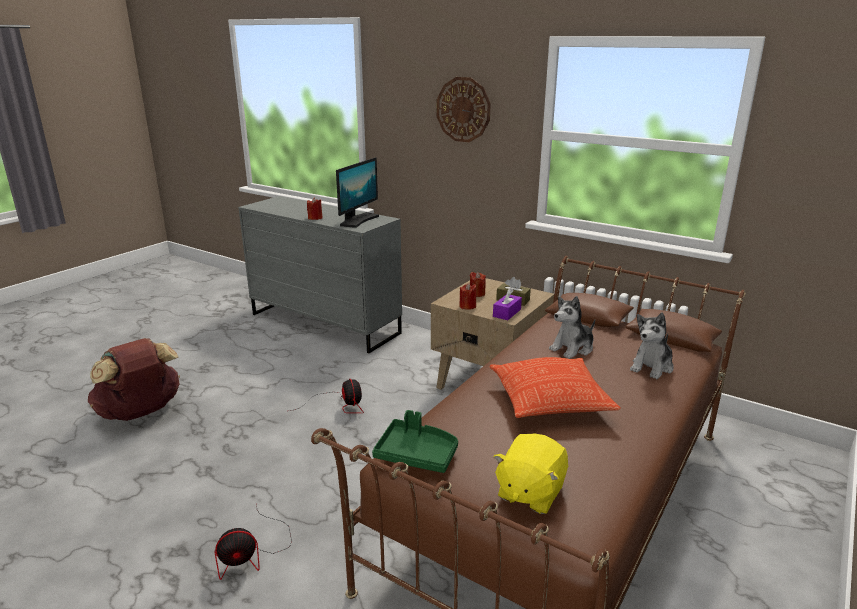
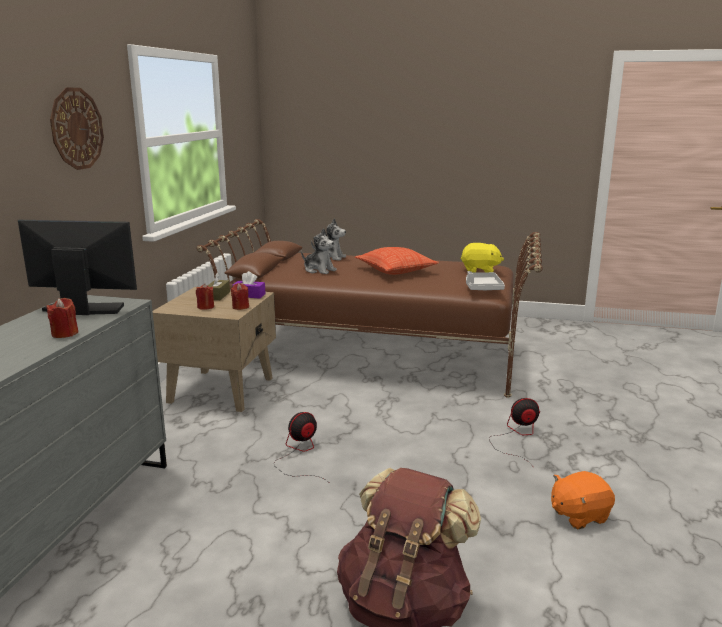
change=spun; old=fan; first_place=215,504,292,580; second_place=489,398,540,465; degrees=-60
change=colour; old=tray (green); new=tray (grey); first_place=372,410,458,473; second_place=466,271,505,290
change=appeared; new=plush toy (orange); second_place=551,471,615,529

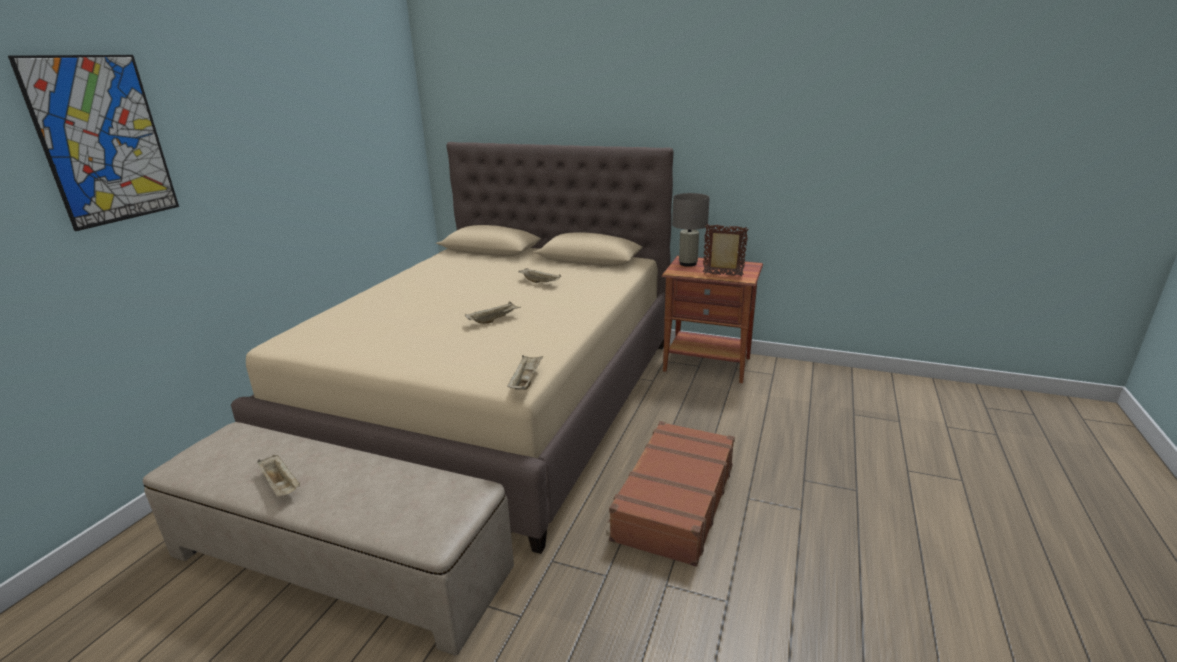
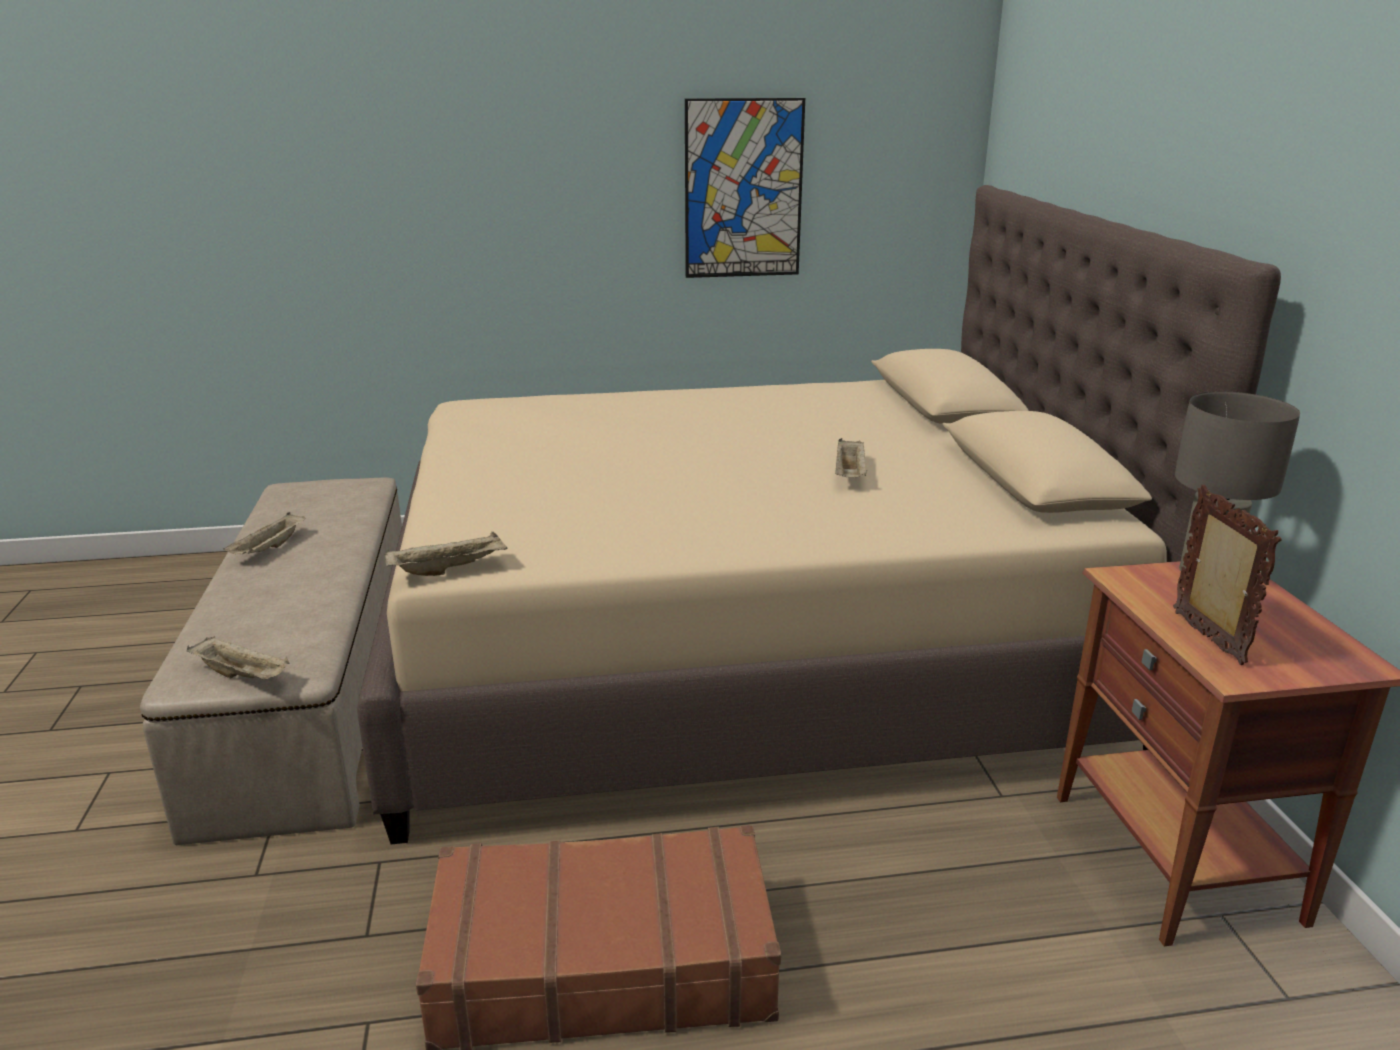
change=relocated; old=picture; first_place=8,55,179,231; second_place=685,98,805,278
change=relocated; old=tray (beige); first_place=465,301,520,324; second_place=187,636,289,680

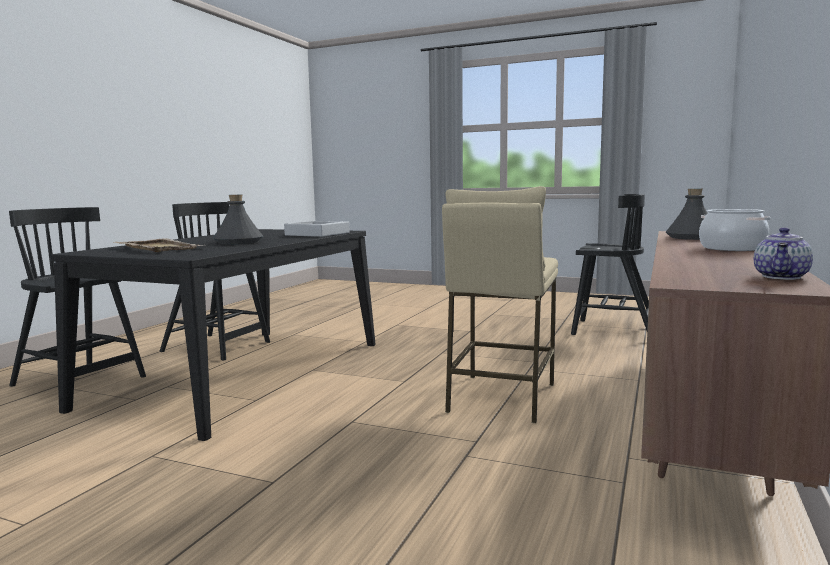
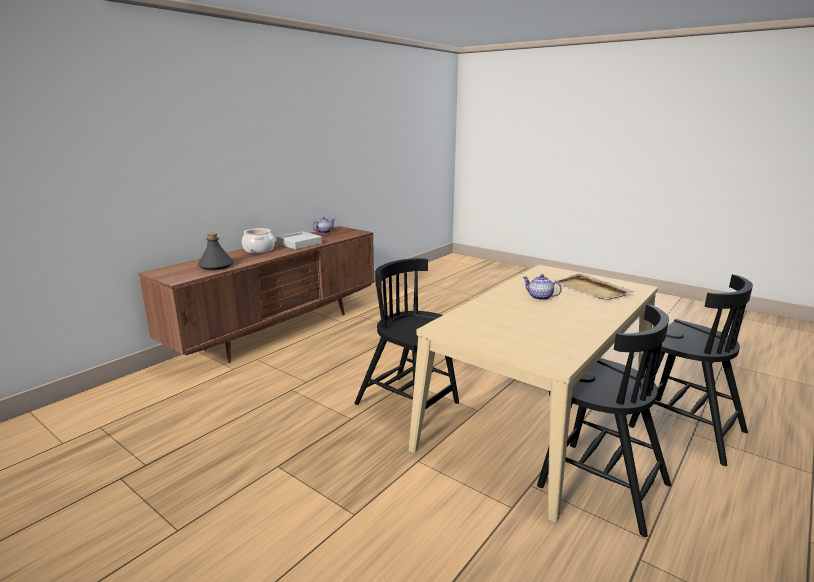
change=colour; old=dining table (black); new=dining table (beige); first_place=50,229,376,441; second_place=408,265,658,522
change=exchanged; old=bottle (grey); new=teapot; first_place=213,195,263,244; second_place=523,274,562,300
change=relocated; old=tray (grey); first_place=284,221,350,237; second_place=277,231,322,250
change=missing; old=stool (beige); first_place=442,186,558,423
change=relocated; old=chair (black); first_place=571,194,649,335; second_place=354,258,459,409

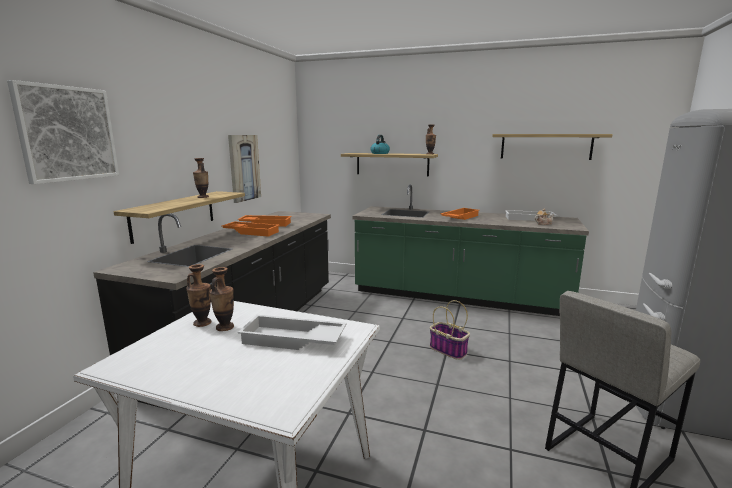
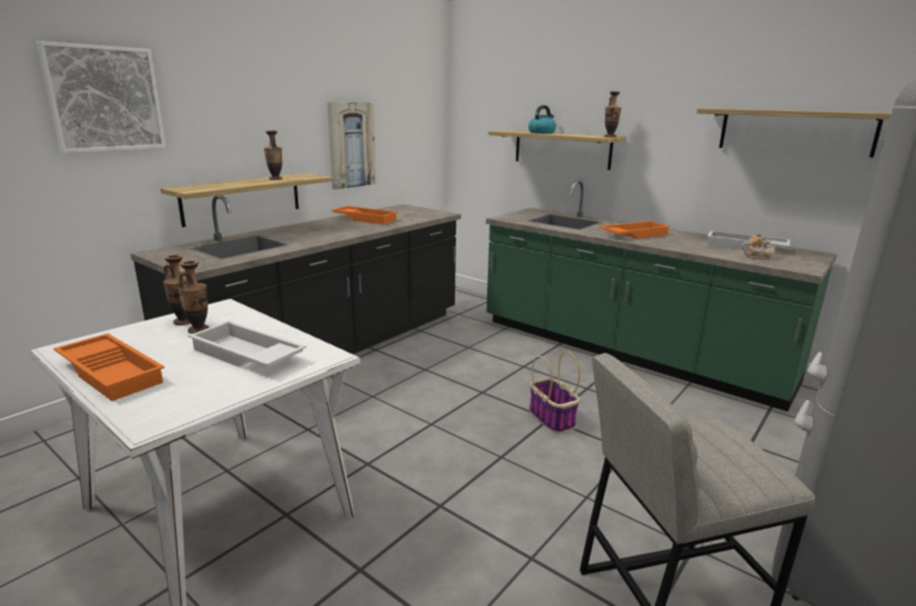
change=relocated; old=tray (orange); first_place=222,221,280,237; second_place=53,333,165,401

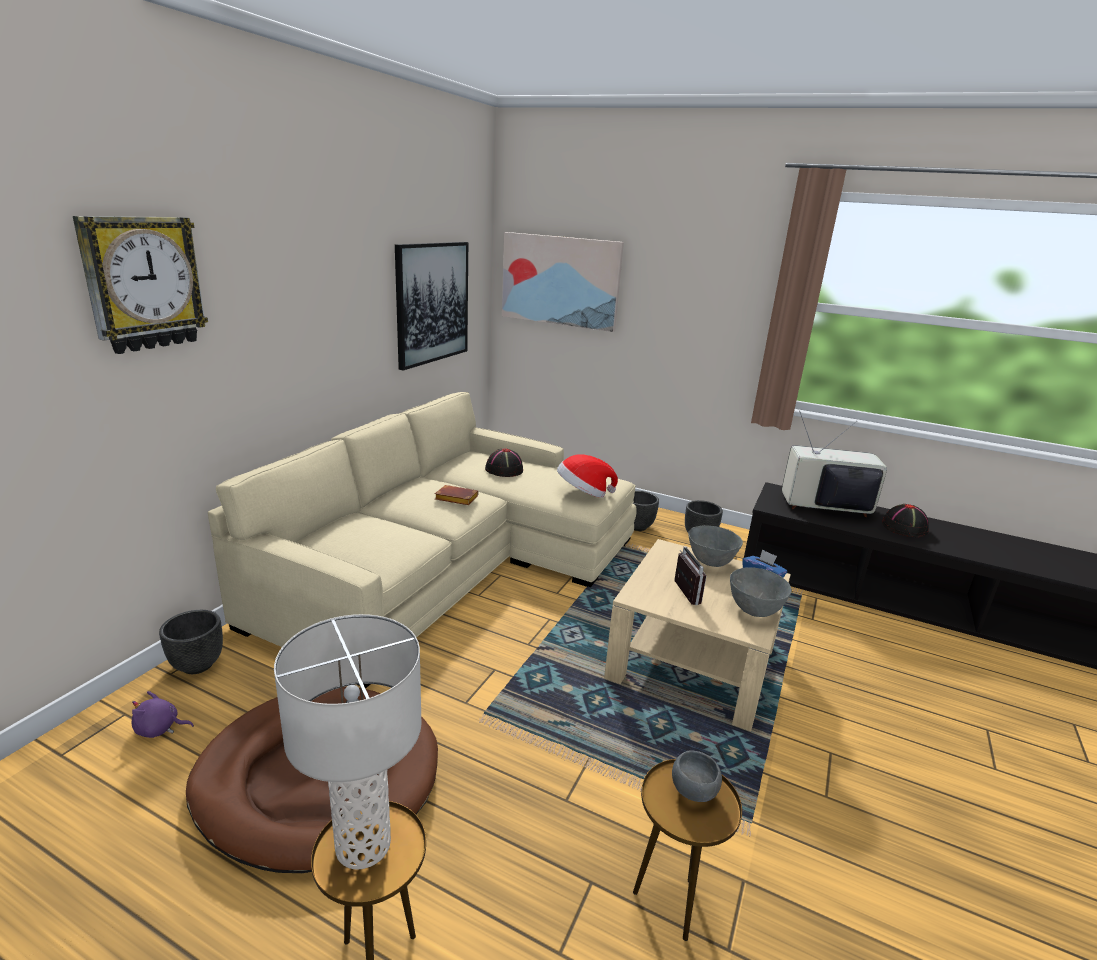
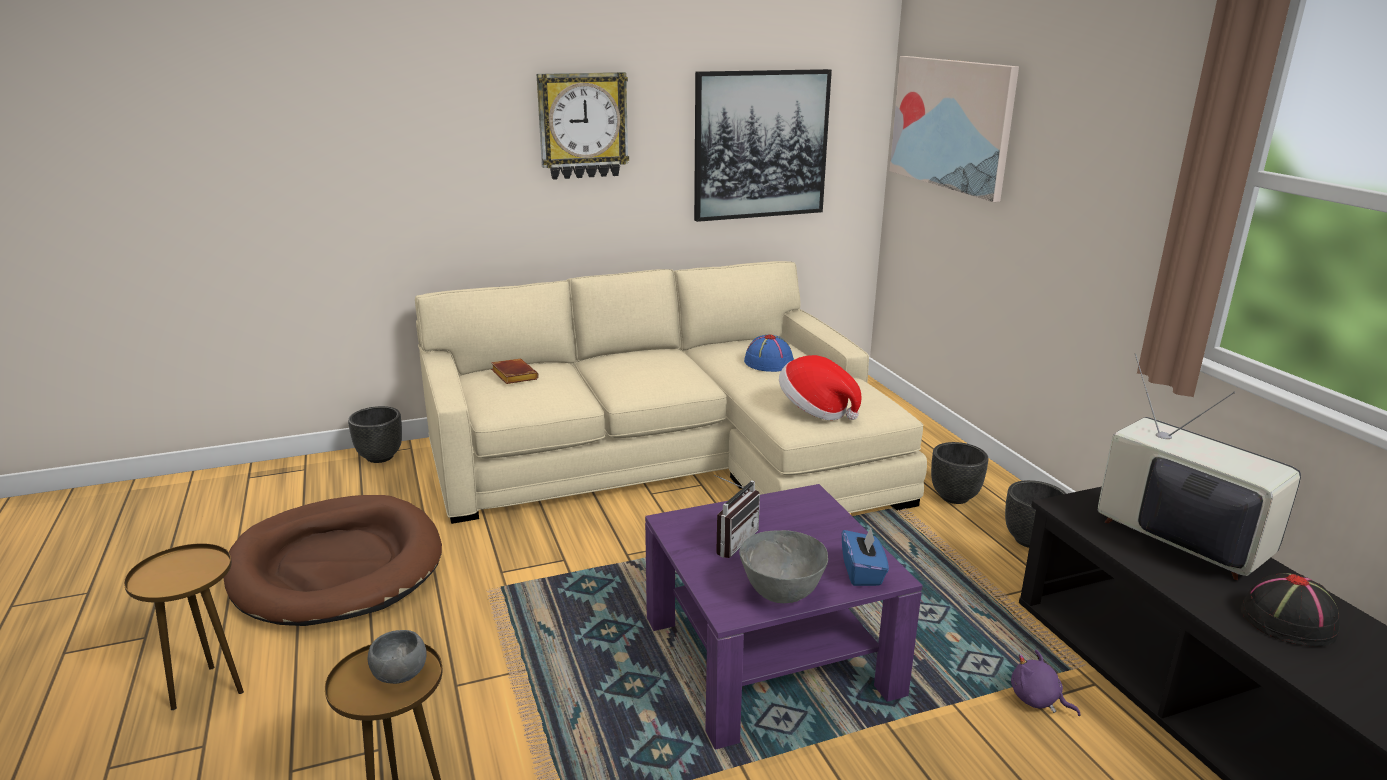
change=relocated; old=wall clock; first_place=73,216,208,354; second_place=537,72,629,180
change=relocated; old=plush toy (purple); first_place=132,691,194,738; second_place=1011,650,1081,716
change=missing; old=table lamp (white); first_place=274,614,421,869
change=relocated; old=book (brown); first_place=435,485,479,505; second_place=491,359,539,384
change=colour; old=hat (black); new=hat (blue); first_place=485,448,523,477; second_place=744,334,794,372
change=colour; old=coffee table (beige); new=coffee table (purple); first_place=604,539,791,731; second_place=645,484,922,750
change=missing; old=bowl (grey); first_place=688,525,743,567

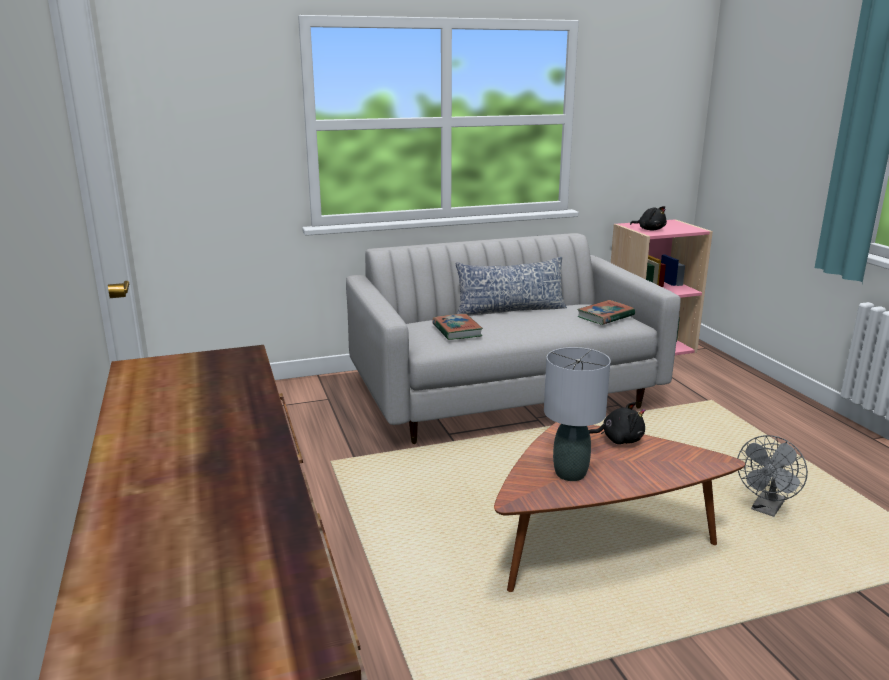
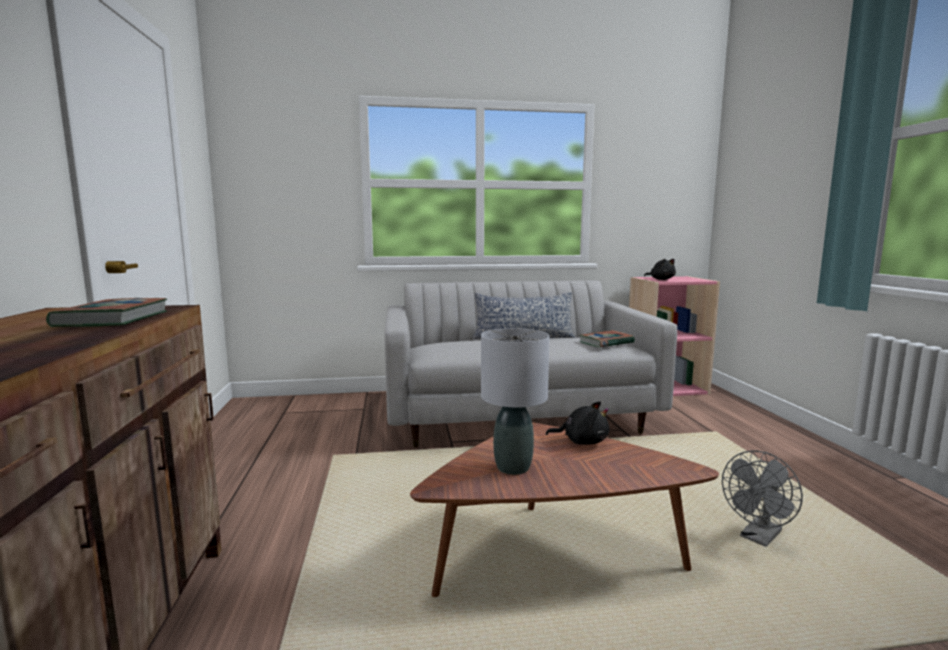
change=relocated; old=book; first_place=432,314,483,340; second_place=46,298,167,327

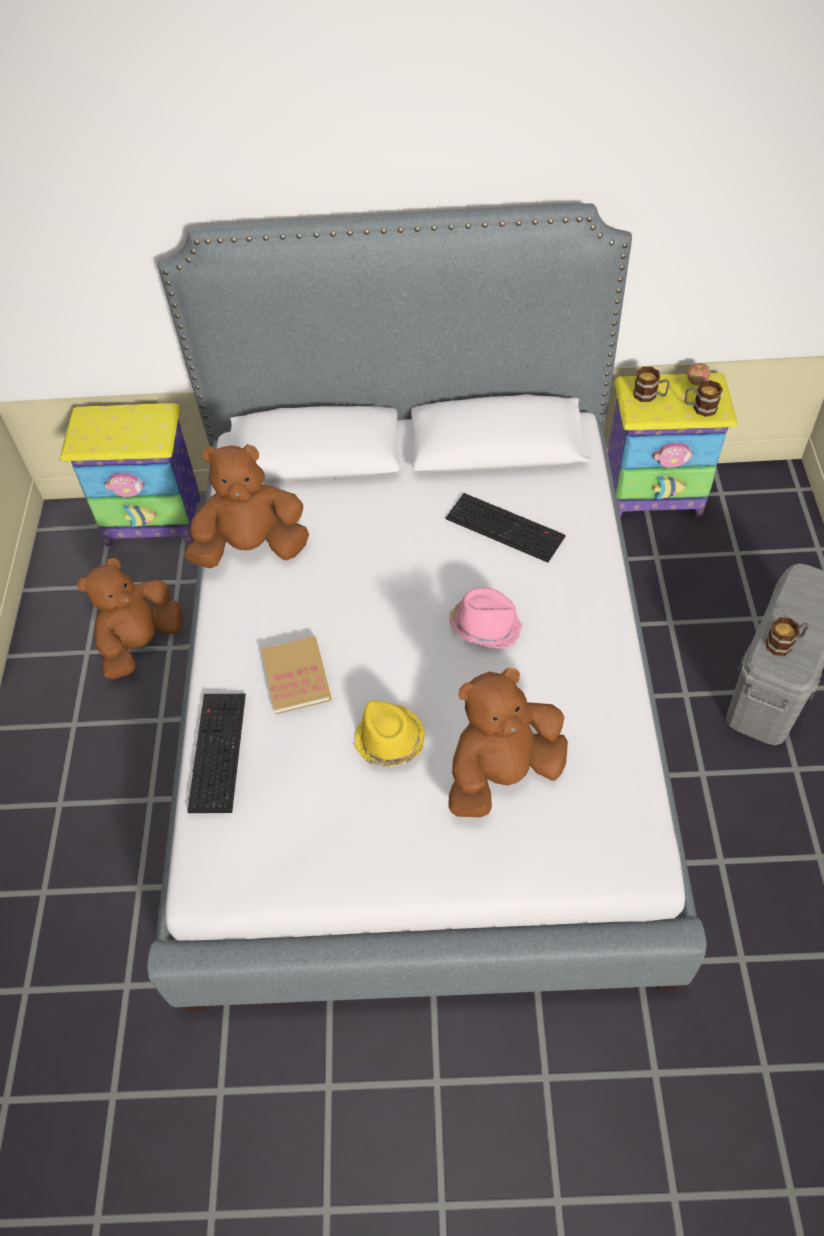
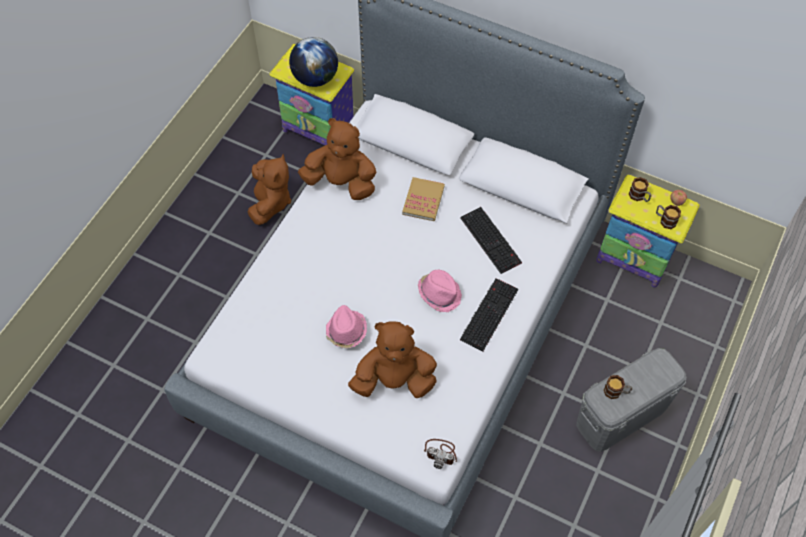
change=spun; old=plush toy (brown); first_place=77,558,183,679; second_place=248,154,291,225; degrees=120
change=relocated; old=keyboard; first_place=187,694,246,814; second_place=460,278,519,351
change=relocated; old=book; first_place=261,636,332,714; second_place=402,177,445,221
change=colour; old=hat (yellow); new=hat (pink); first_place=354,700,425,767; second_place=326,305,367,348
change=appeared; new=globe; second_place=289,37,338,87
change=appeared; new=photo camera; second_place=424,439,457,469

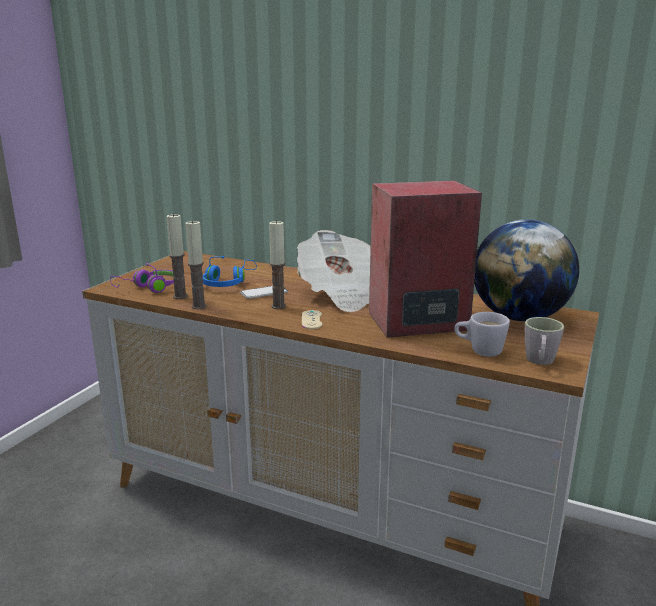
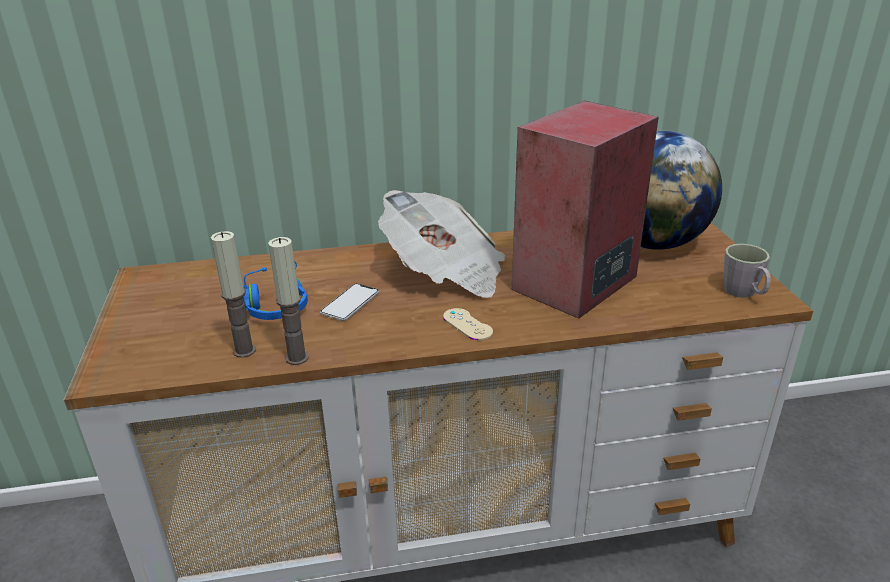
change=missing; old=headphones (purple); first_place=110,263,174,293
change=missing; old=candle; first_place=269,220,286,309
change=missing; old=mug (white); first_place=455,312,510,357

